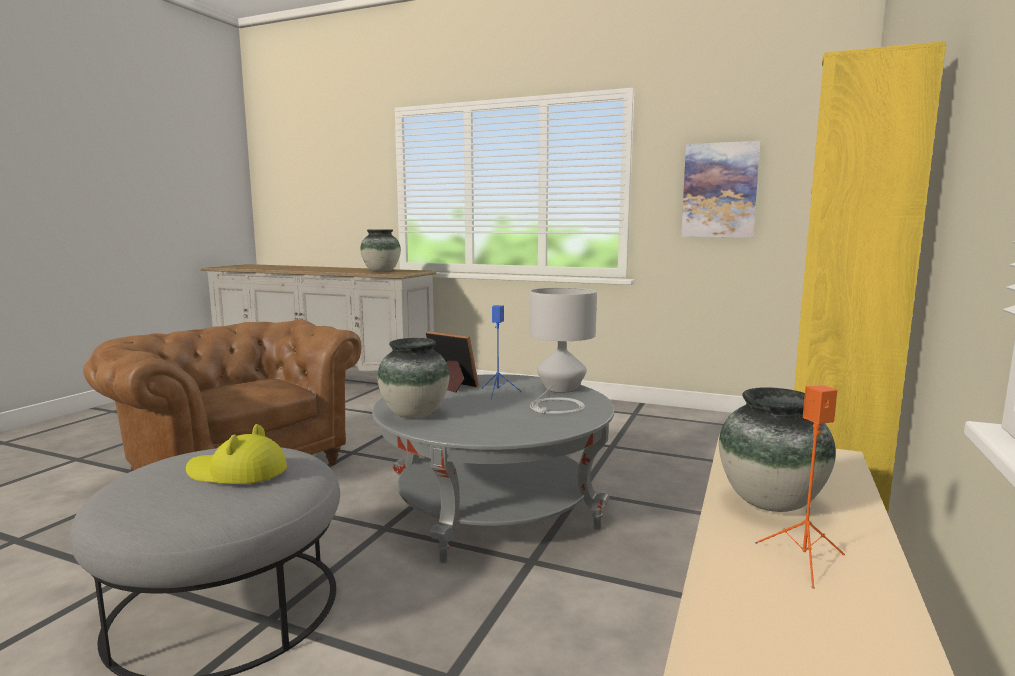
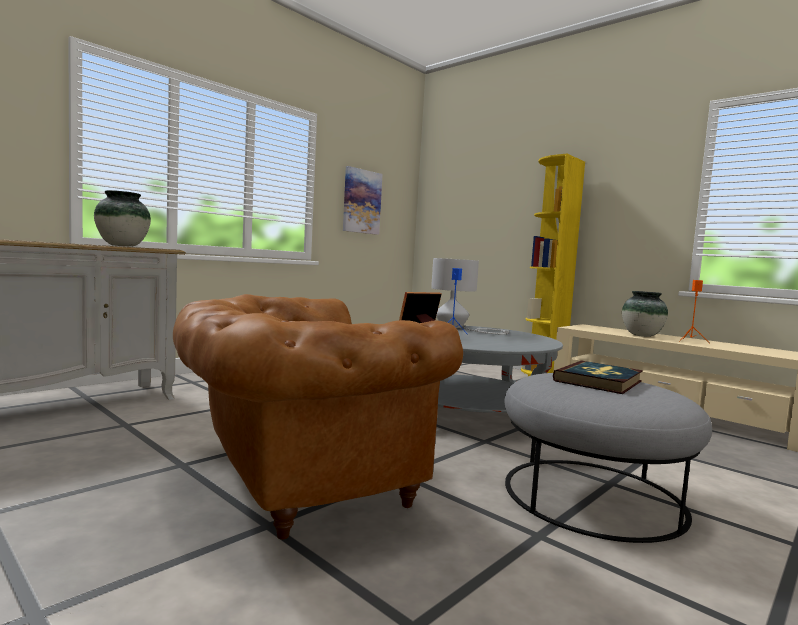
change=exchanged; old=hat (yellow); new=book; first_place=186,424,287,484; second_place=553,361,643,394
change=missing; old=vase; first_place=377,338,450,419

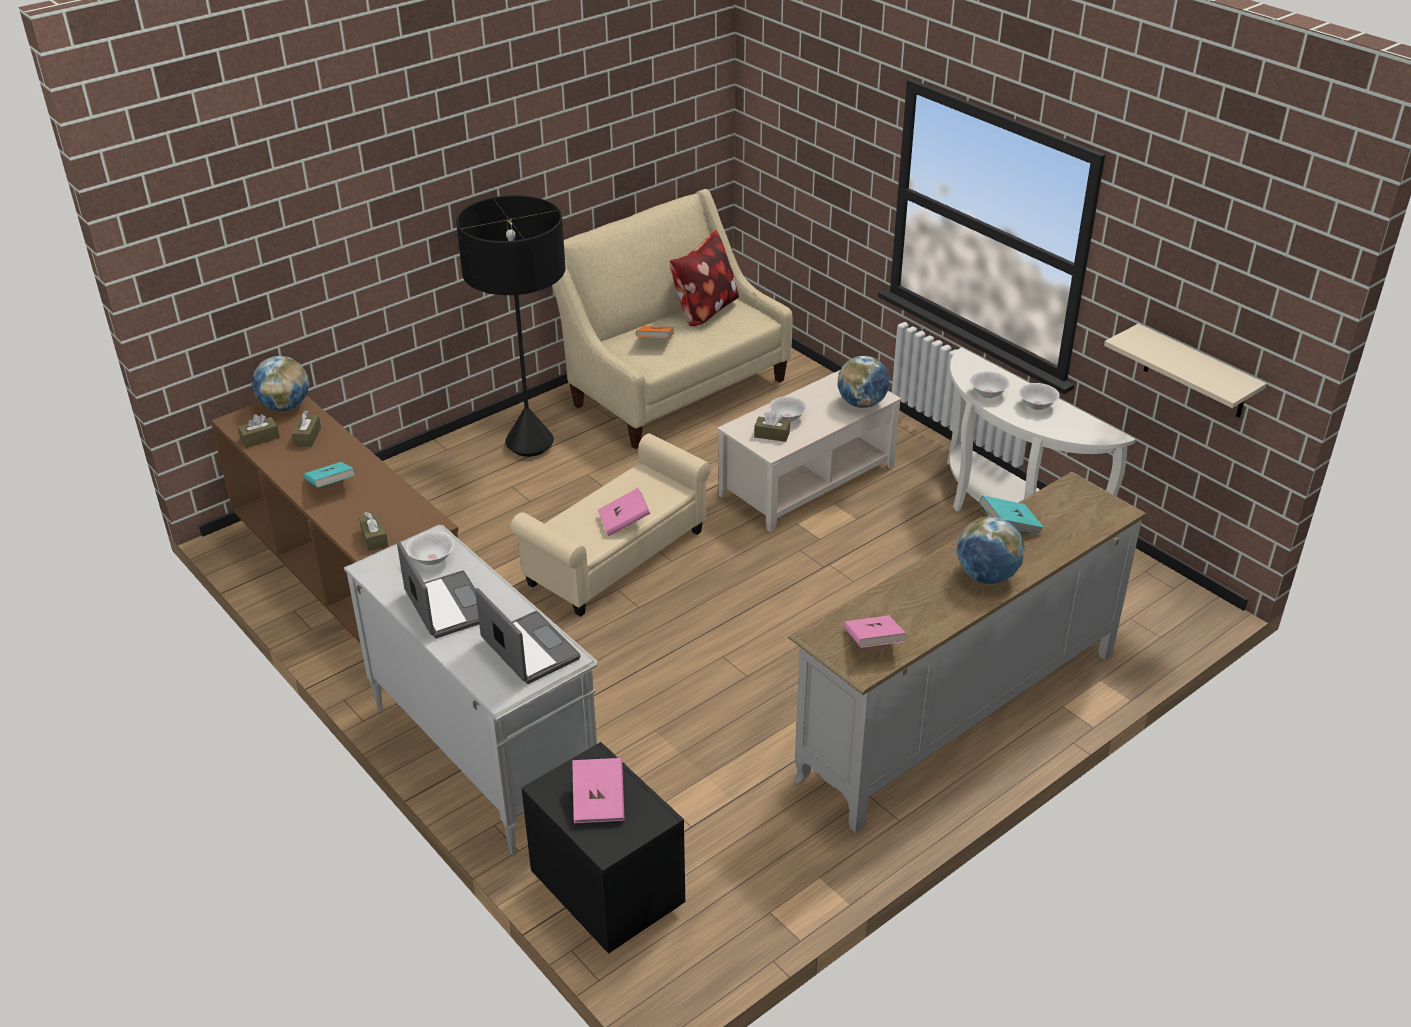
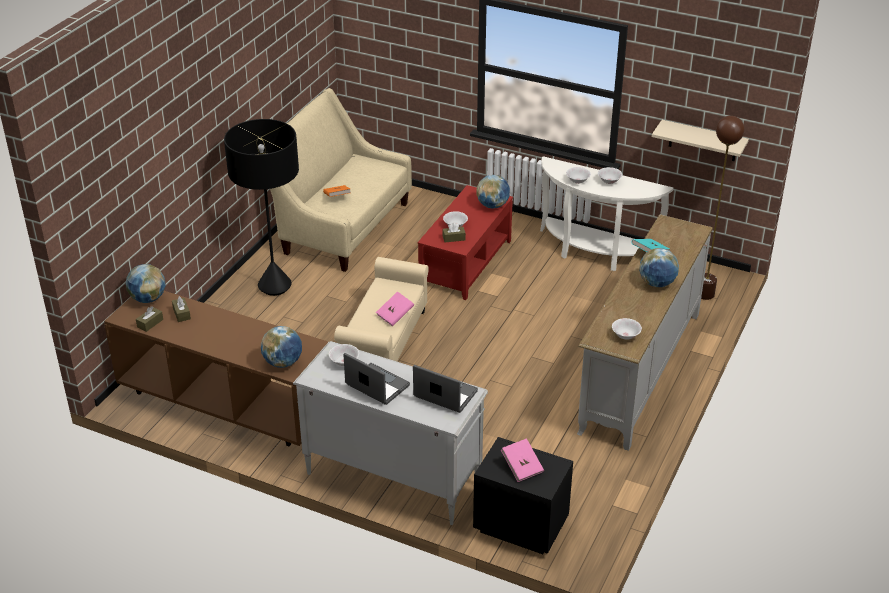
change=missing; old=book (turquoise); first_place=304,462,355,487
change=exchanged; old=tissue box (brown); new=globe; first_place=359,512,388,551; second_place=261,326,302,368
change=missing; old=pillow; first_place=670,230,739,326
change=colour; old=coffee table (beige); new=coffee table (red); first_place=717,370,901,532; second_place=418,185,513,300
change=exchanged; old=book (pink); new=bowl (white); first_place=844,615,906,648; second_place=612,318,642,340
change=appeared; new=floor lamp (brown); second_place=701,116,745,300

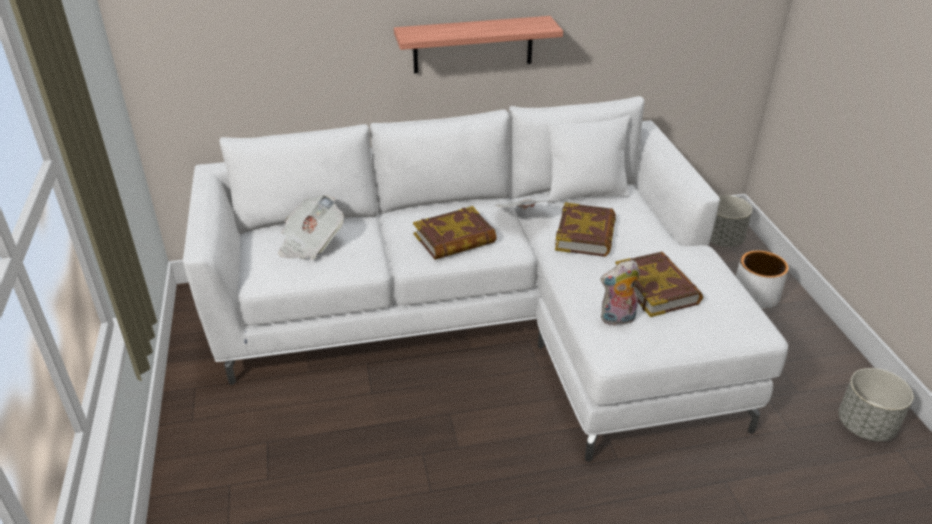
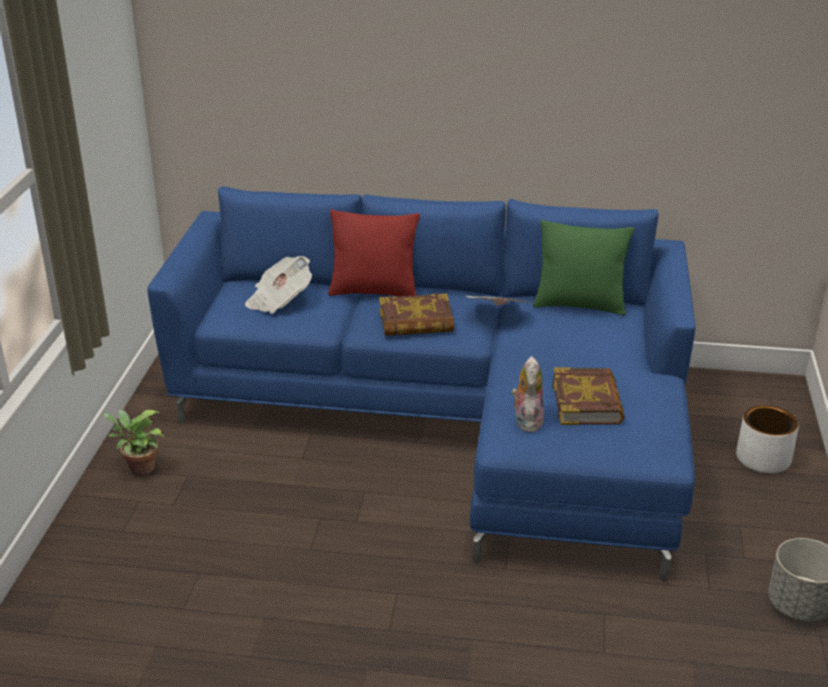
change=colour; old=sofa (white); new=sofa (blue); first_place=183,96,788,462; second_place=147,186,696,582
change=missing; old=shelf; first_place=394,16,563,74
change=colour; old=pillow (white); new=pillow (green); first_place=547,116,630,203; second_place=533,220,634,315
change=missing; old=book; first_place=555,202,616,257
change=spun; old=plush toy; first_place=600,260,640,326; second_place=511,356,544,433; degrees=90
change=missing; old=planter (grey); first_place=710,195,752,247
change=appeared; new=potted plant; second_place=102,410,164,475
change=appeared; new=pillow (red); second_place=328,210,420,297

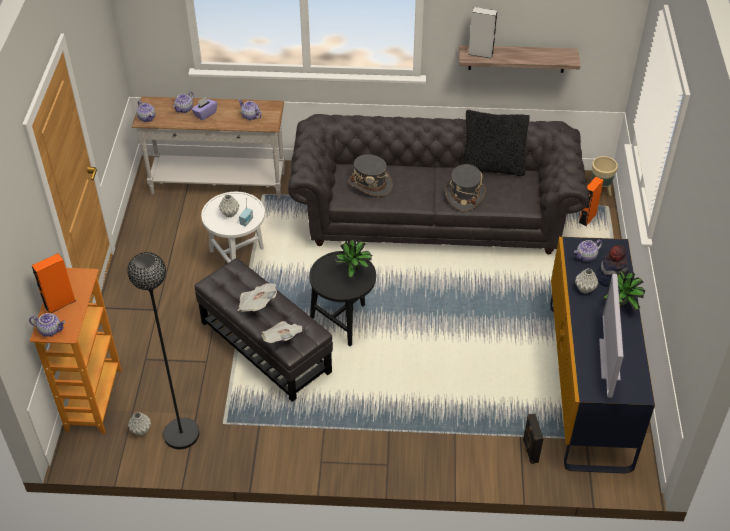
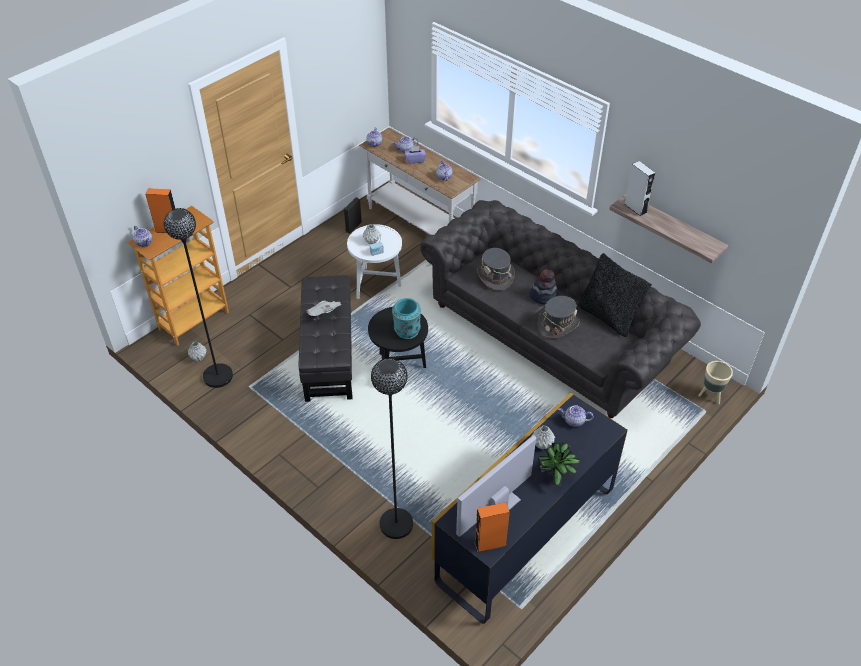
change=missing; old=newspaper; first_place=262,321,303,343
change=exchanged; old=potted plant; new=vase (turquoise); first_place=334,240,372,278; second_place=392,298,421,339
change=relocated; old=speaker (black); first_place=523,414,544,464; second_place=344,197,362,233
change=relocated; old=speaker (orange); first_place=579,176,604,226; second_place=474,502,510,553
change=relocated; old=hat; first_place=596,245,628,287; second_place=529,269,557,304
change=appeared; new=floor lamp (black); second_place=371,358,413,539

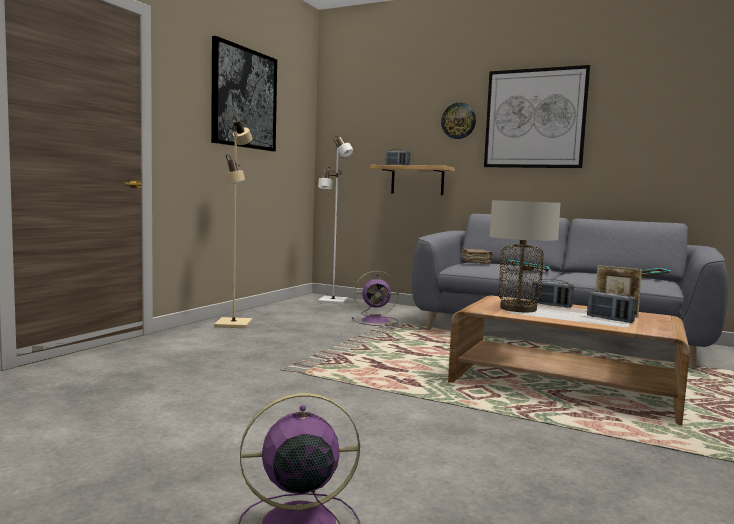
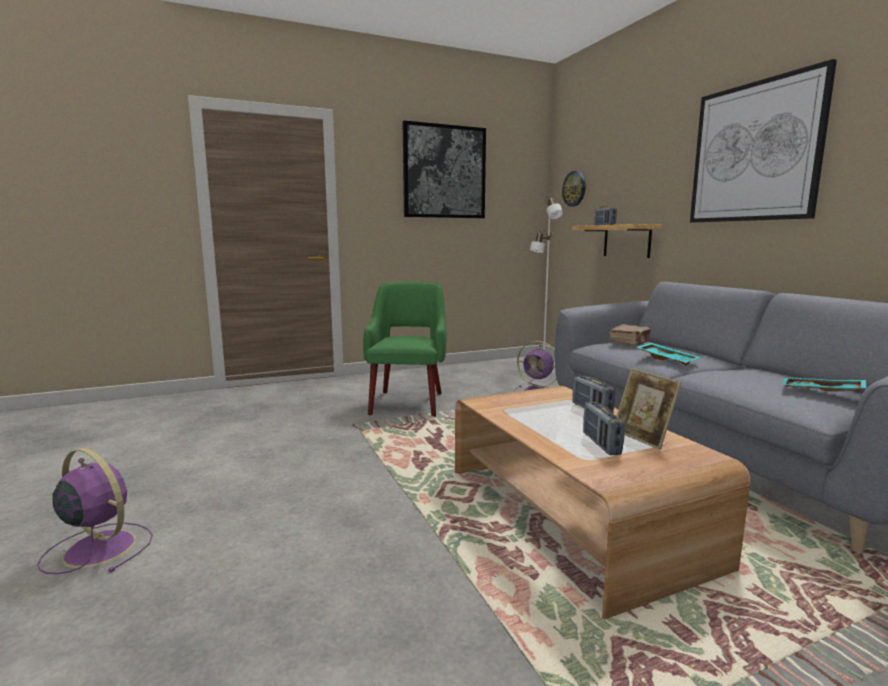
change=missing; old=floor lamp (beige); first_place=214,116,253,328
change=relocated; old=wall clock; first_place=441,103,476,139; second_place=562,171,586,207
change=missing; old=table lamp; first_place=490,200,561,312
change=appeared; new=armchair (green); second_place=363,282,447,417

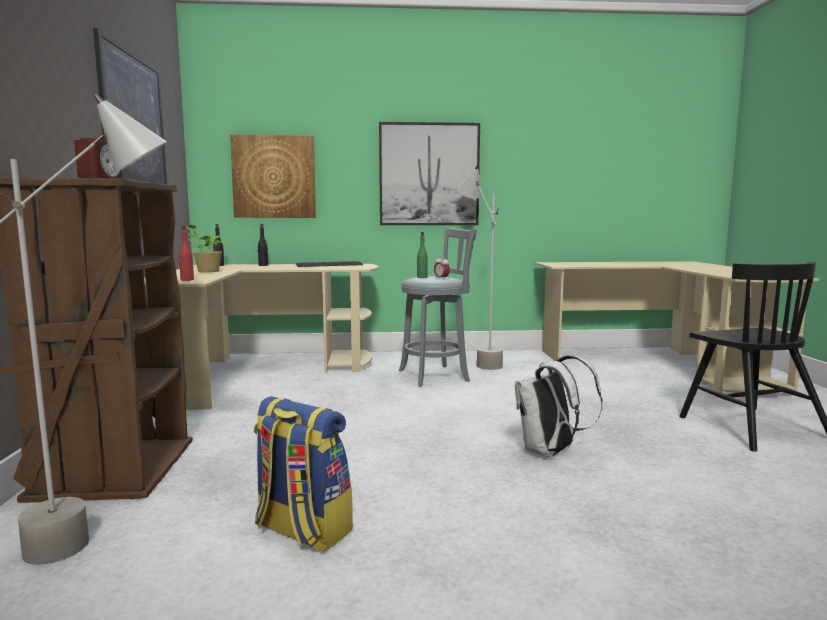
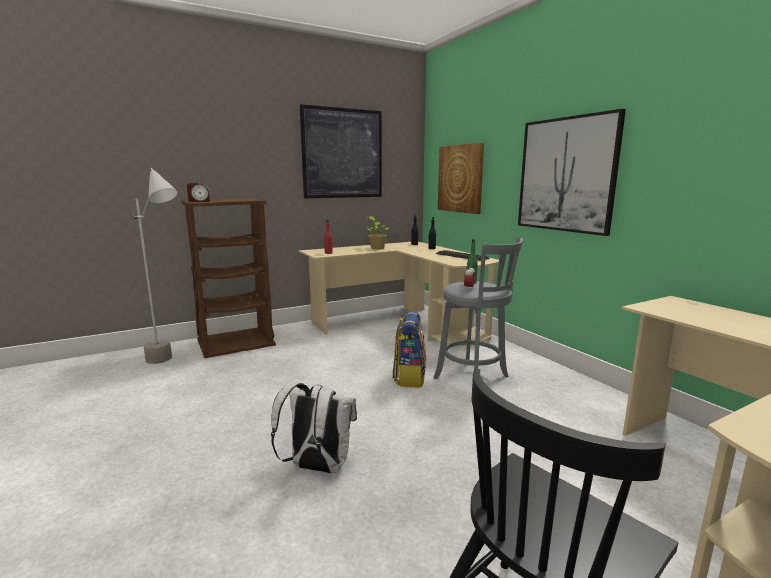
change=relocated; old=backpack; first_place=254,396,353,552; second_place=392,311,426,387
change=missing; old=floor lamp (grey); first_place=458,165,503,370

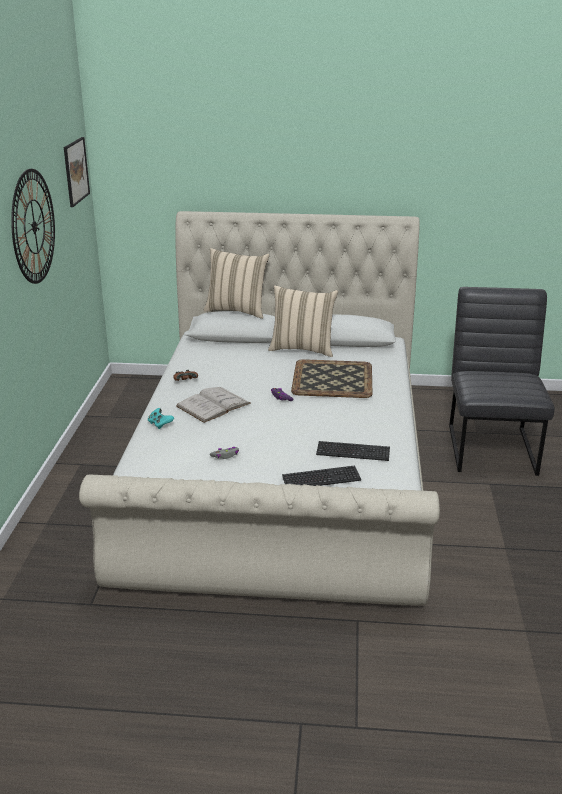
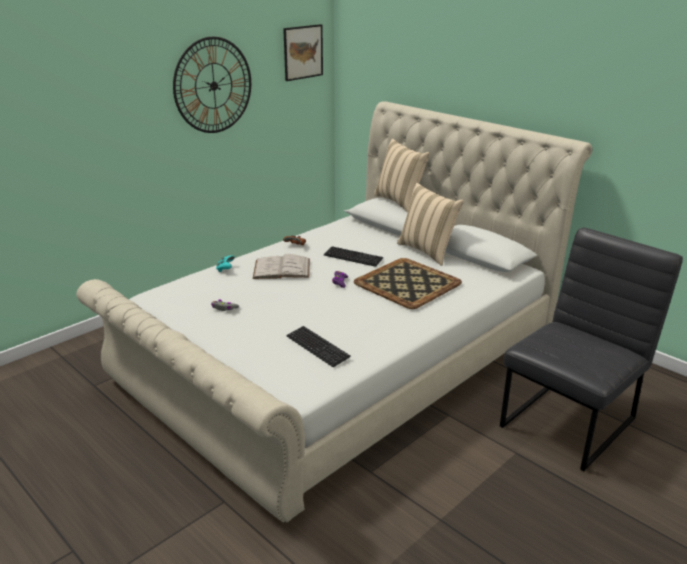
change=relocated; old=keyboard; first_place=282,465,361,486; second_place=324,246,383,267

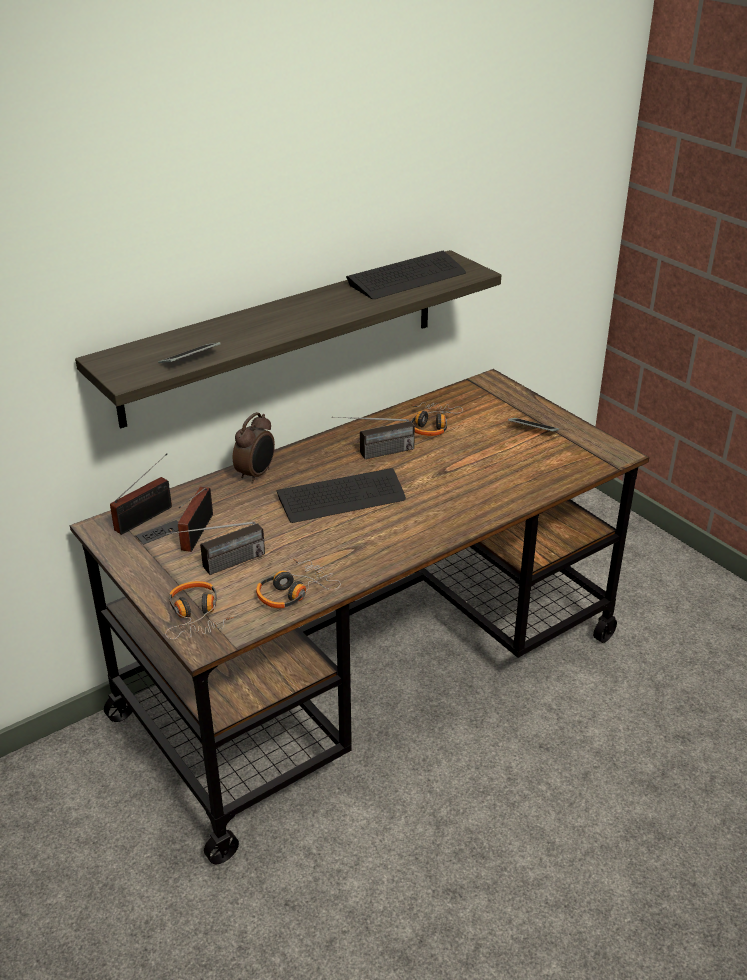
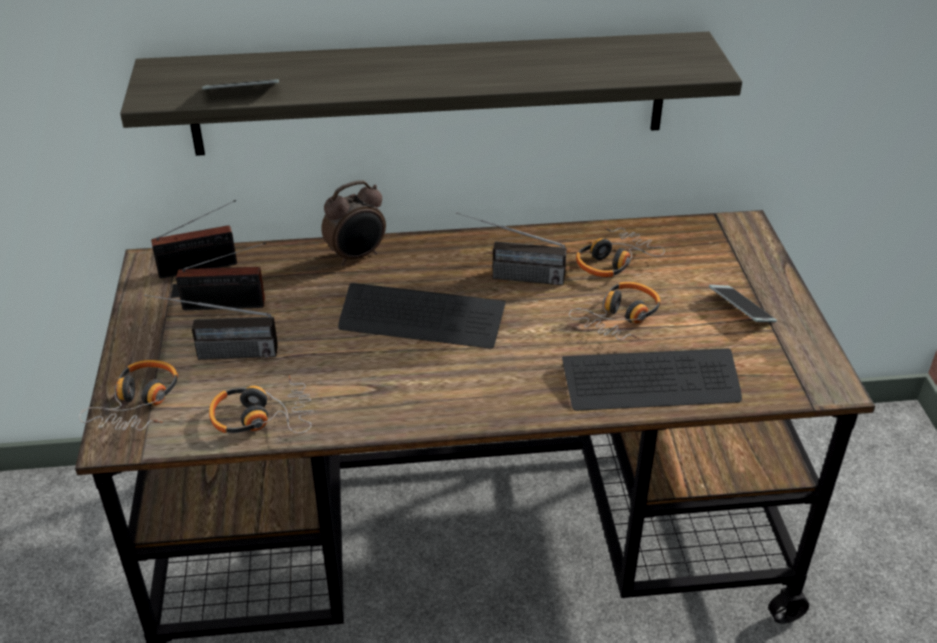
change=spun; old=radio; first_place=178,487,213,552; second_place=176,242,266,310; degrees=-135
change=relocated; old=keyboard; first_place=346,251,466,299; second_place=562,348,742,411
change=appeared; new=headphones; second_place=569,282,661,340

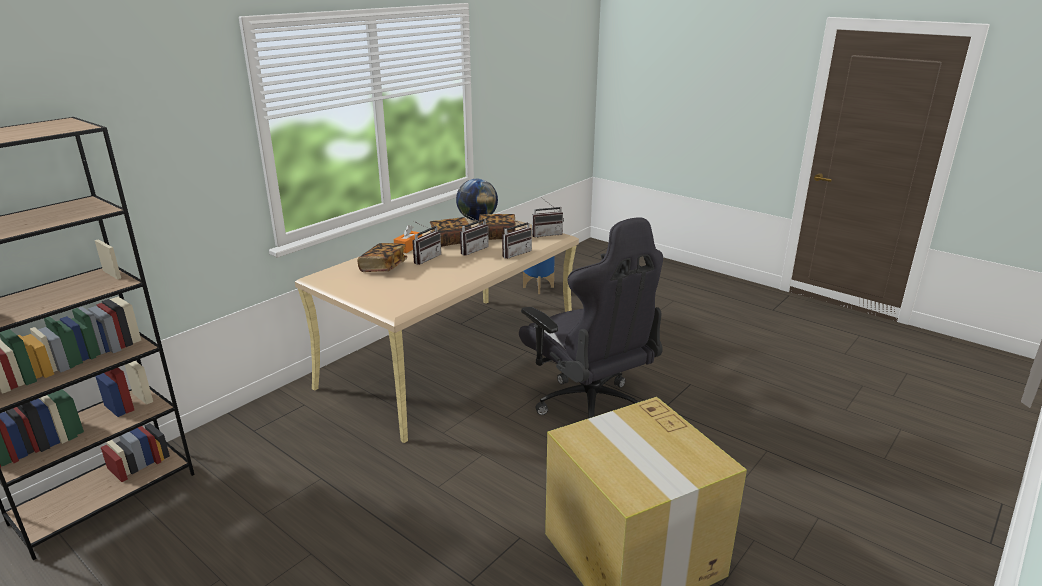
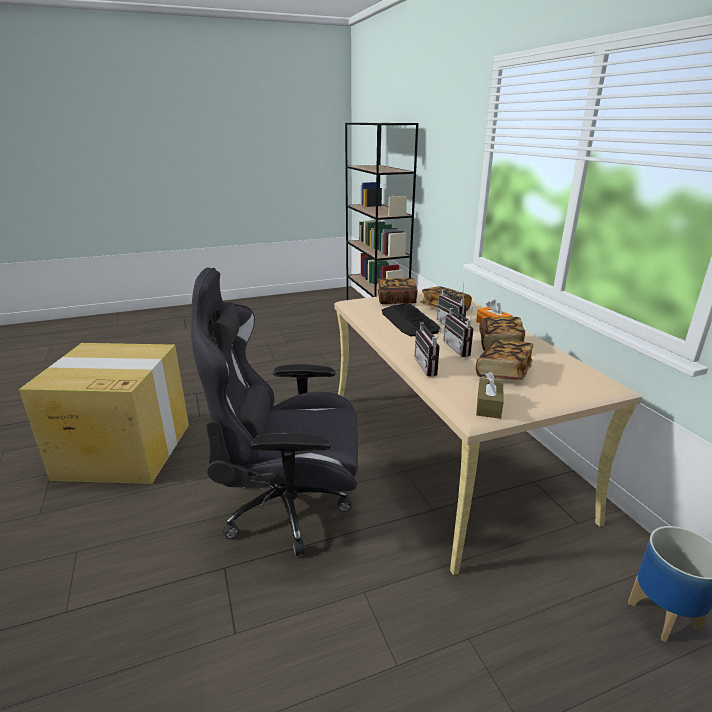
change=missing; old=globe; first_place=456,179,498,221
change=exchanged; old=radio; new=tissue box (brown); first_place=532,198,564,237; second_place=476,372,504,419
change=appeared; new=book; second_place=378,278,418,304
change=appeared; new=keyboard; second_place=382,304,441,336

